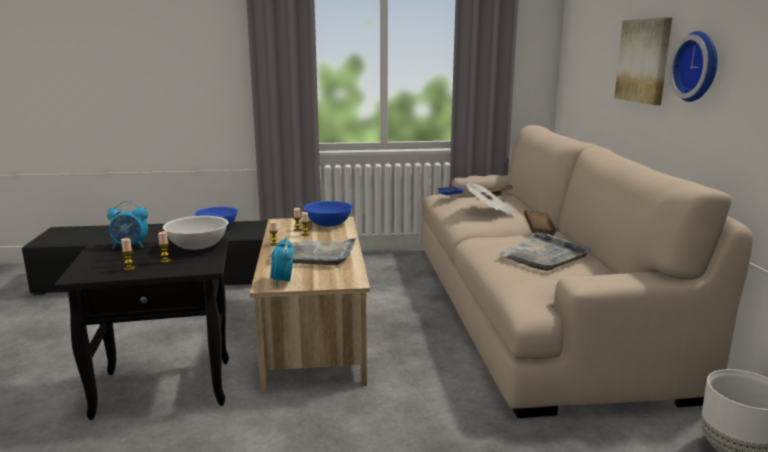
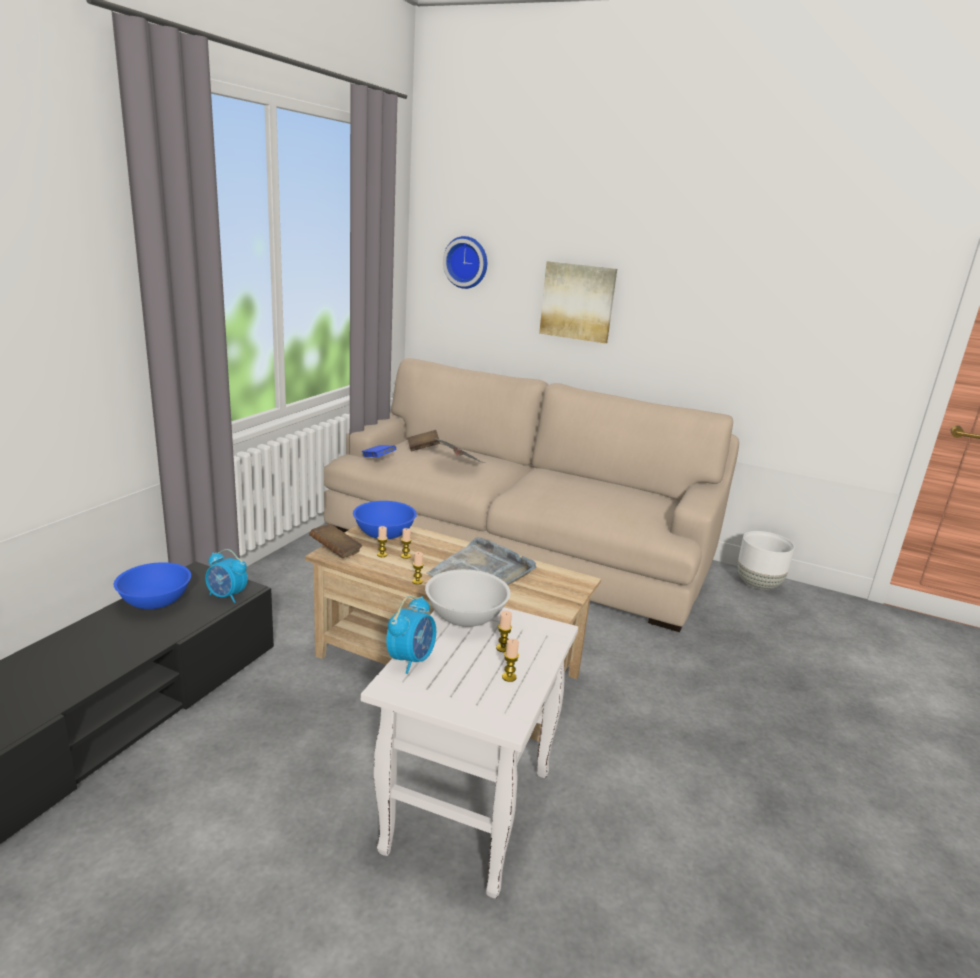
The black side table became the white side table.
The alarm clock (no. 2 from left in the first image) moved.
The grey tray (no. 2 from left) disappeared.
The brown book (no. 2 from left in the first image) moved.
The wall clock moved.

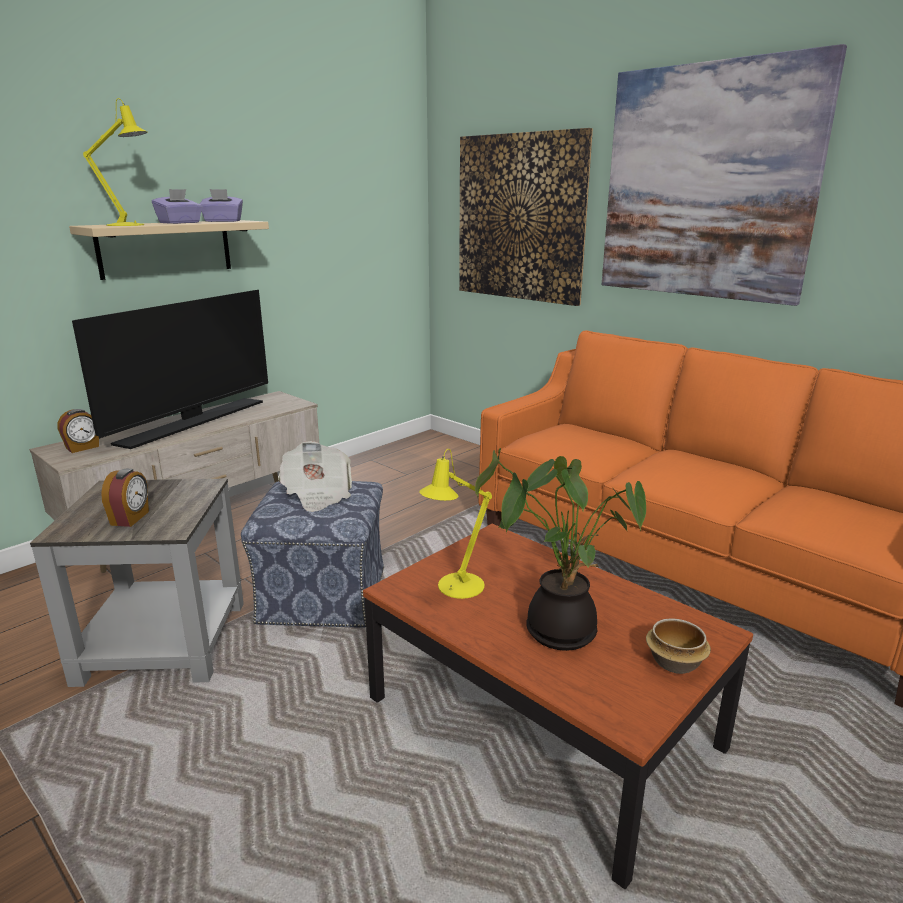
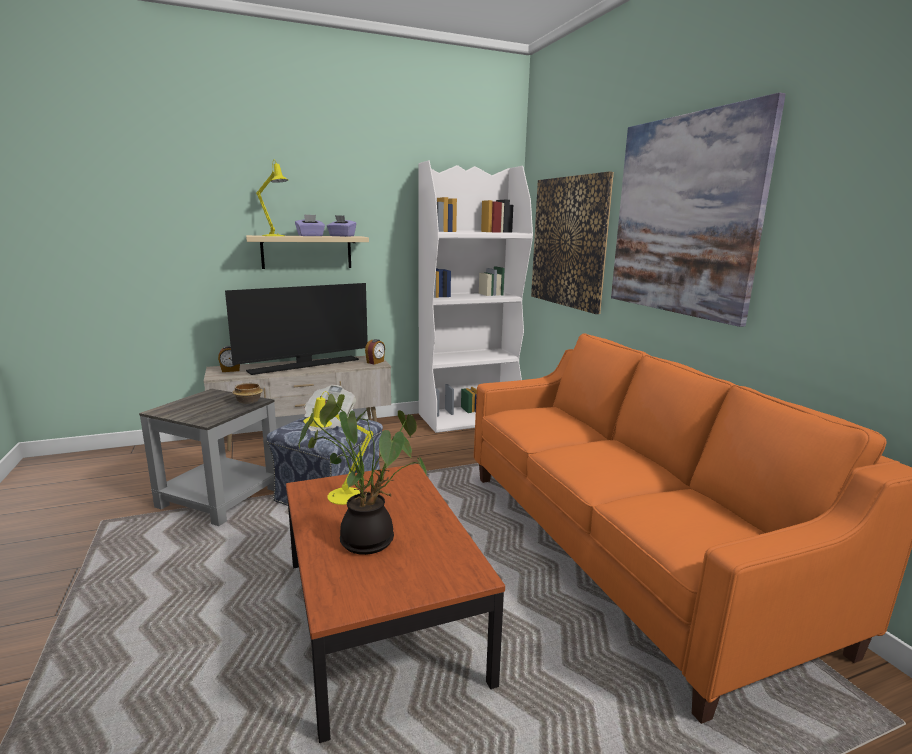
The alarm clock (no. 2 from left) moved.
The bowl moved.
The white bookcase appeared.

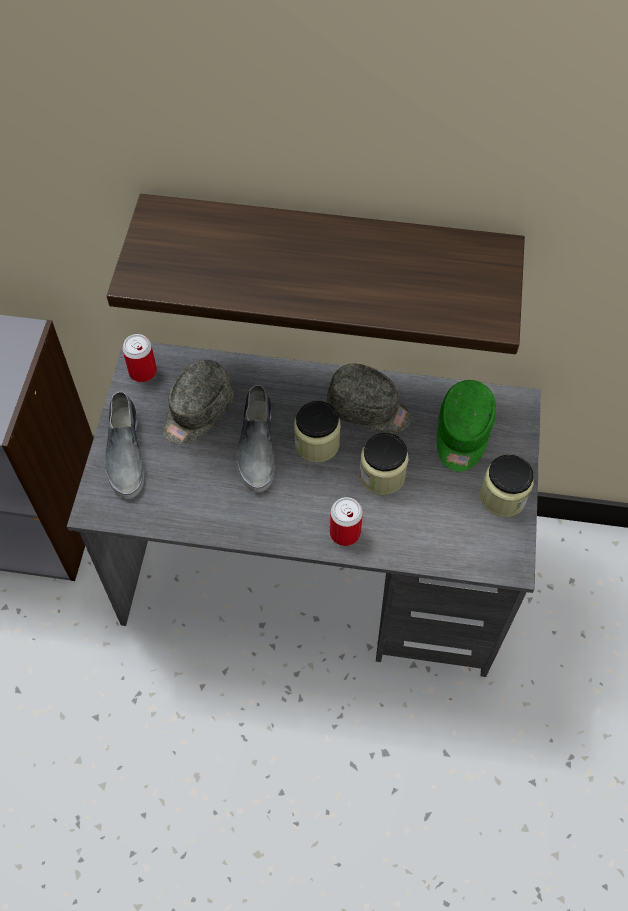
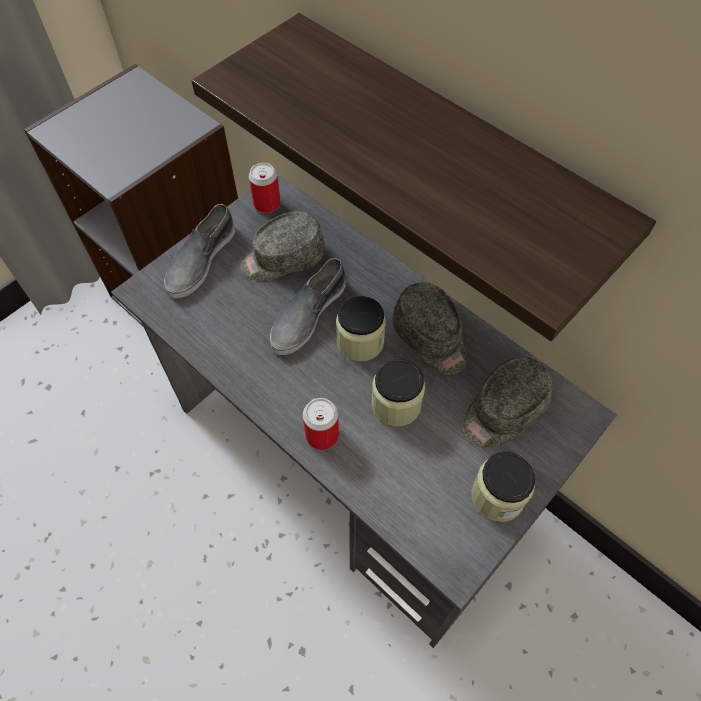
The green cap became the grey cap (no. 3 from left).

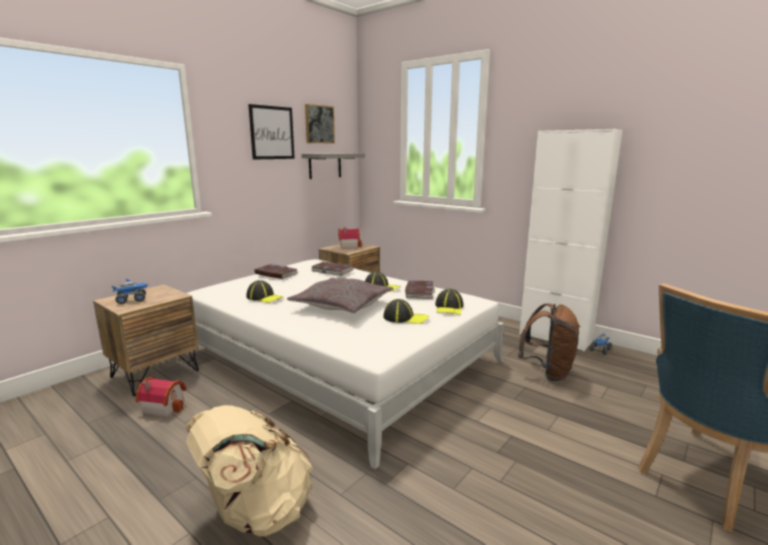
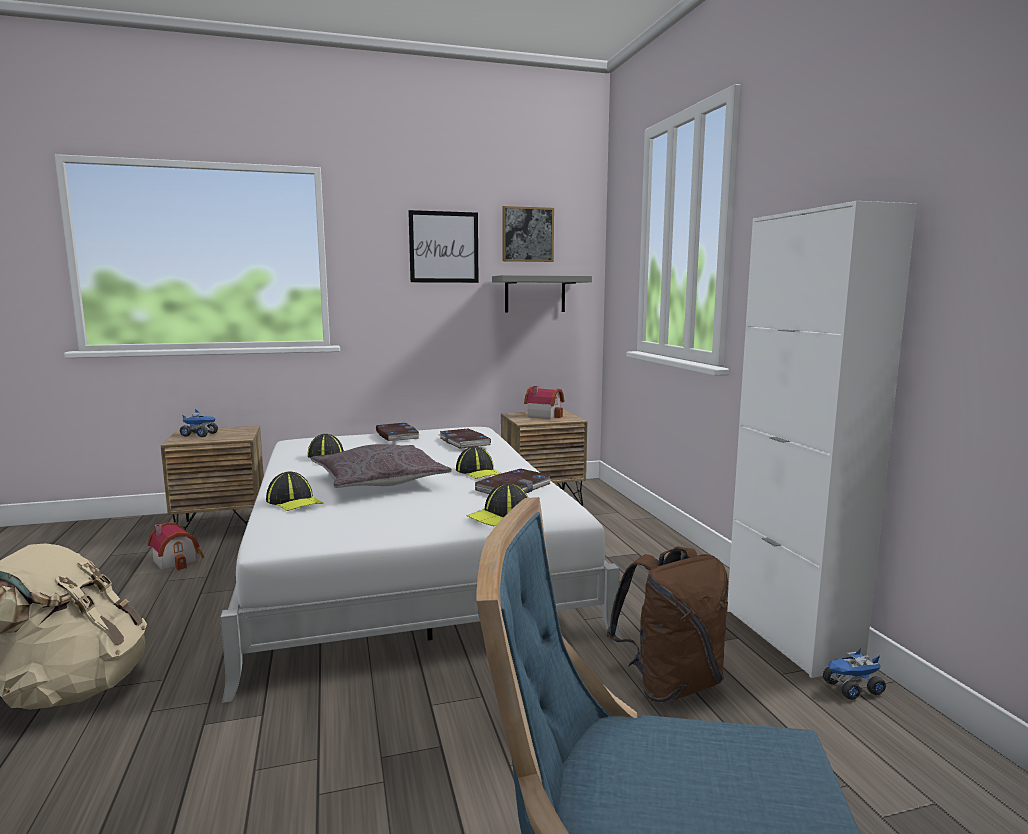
The cap (no. 3 from left in the first image) moved.

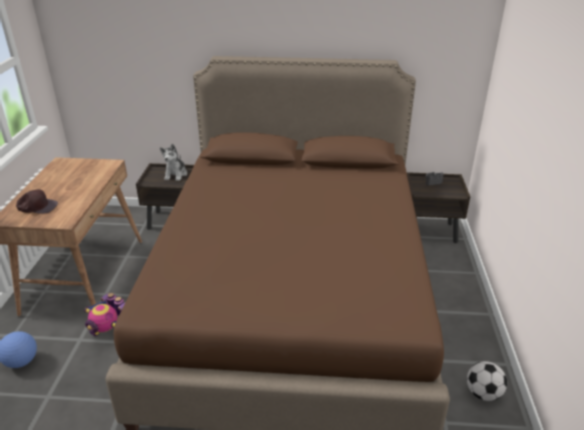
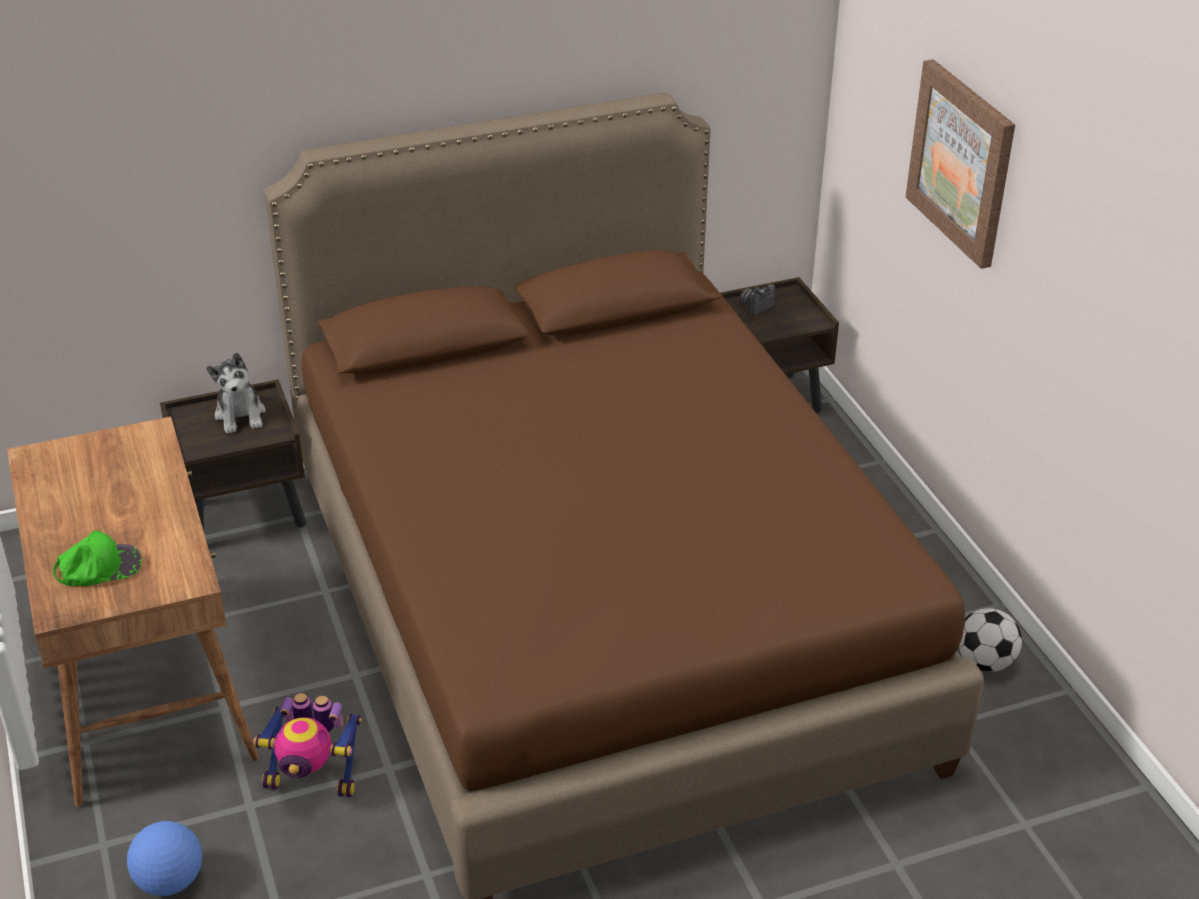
The brown cap became the green cap.
The picture appeared.

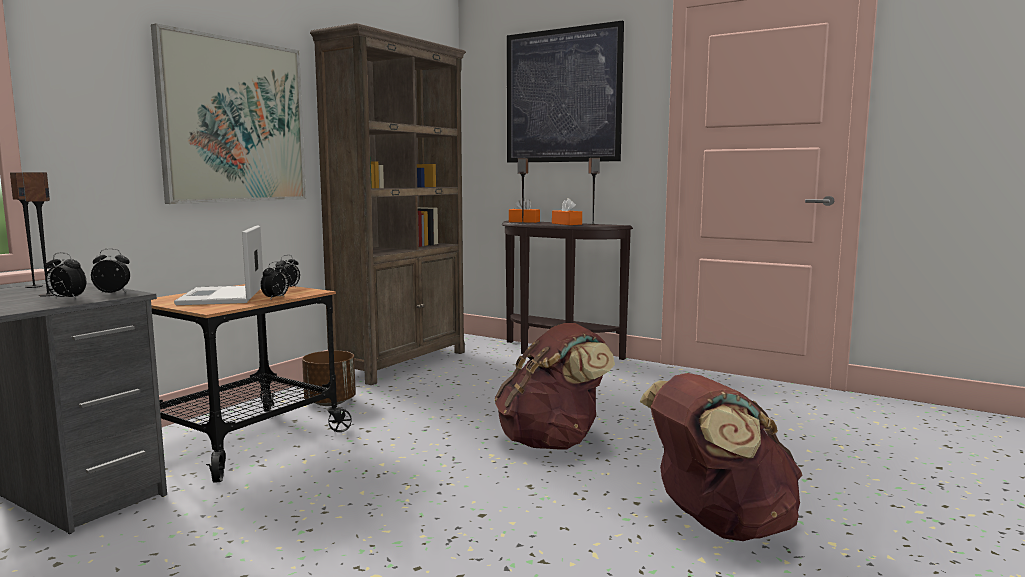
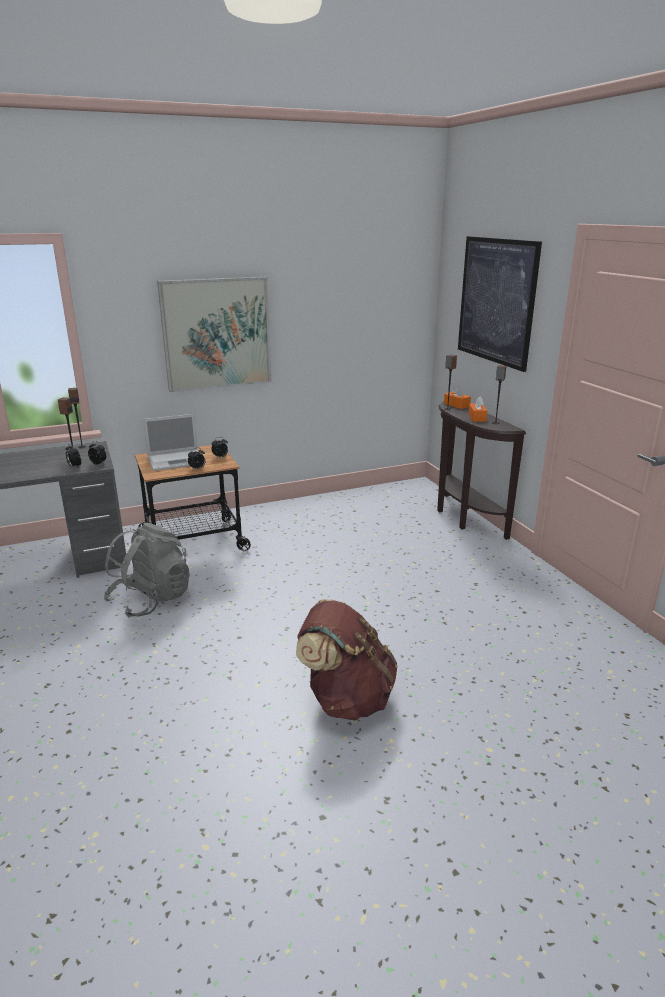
The laptop turned 135 degrees counterclockwise.
The brown planter disappeared.
The brown bookcase disappeared.
The brown backpack (no. 1 from left) disappeared.
The grey backpack appeared.

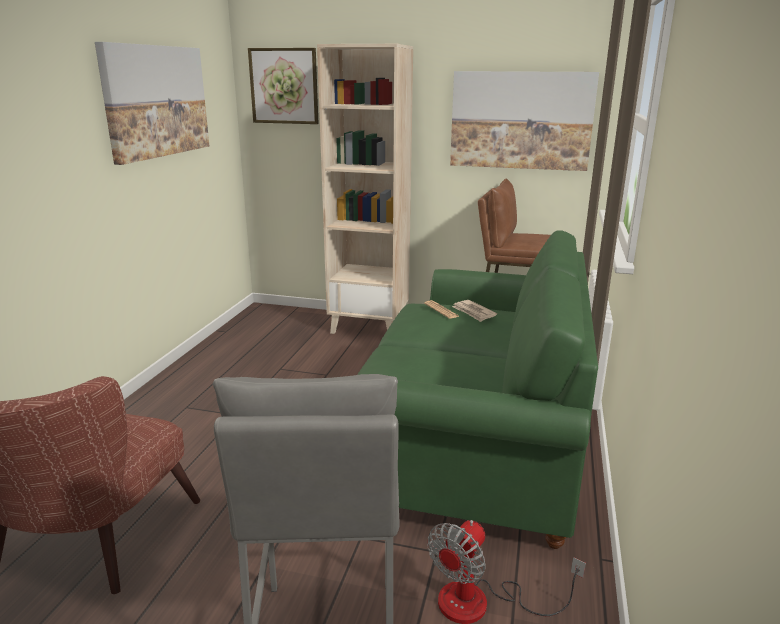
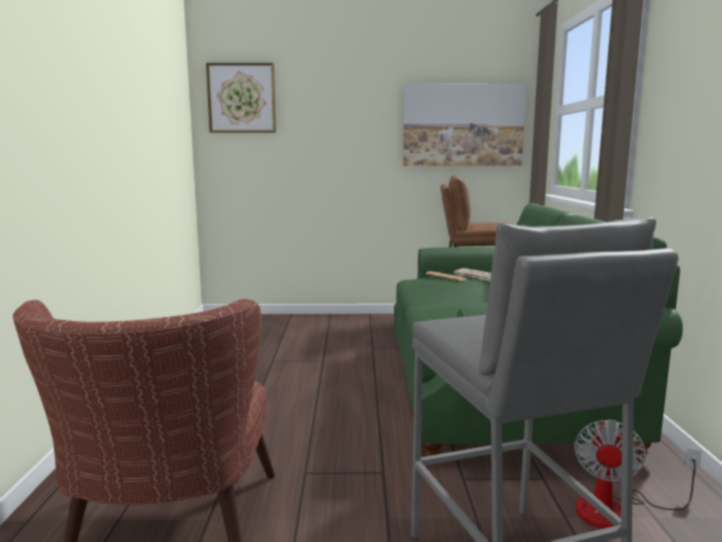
The picture (no. 1 from left) disappeared.
The beige bookcase disappeared.

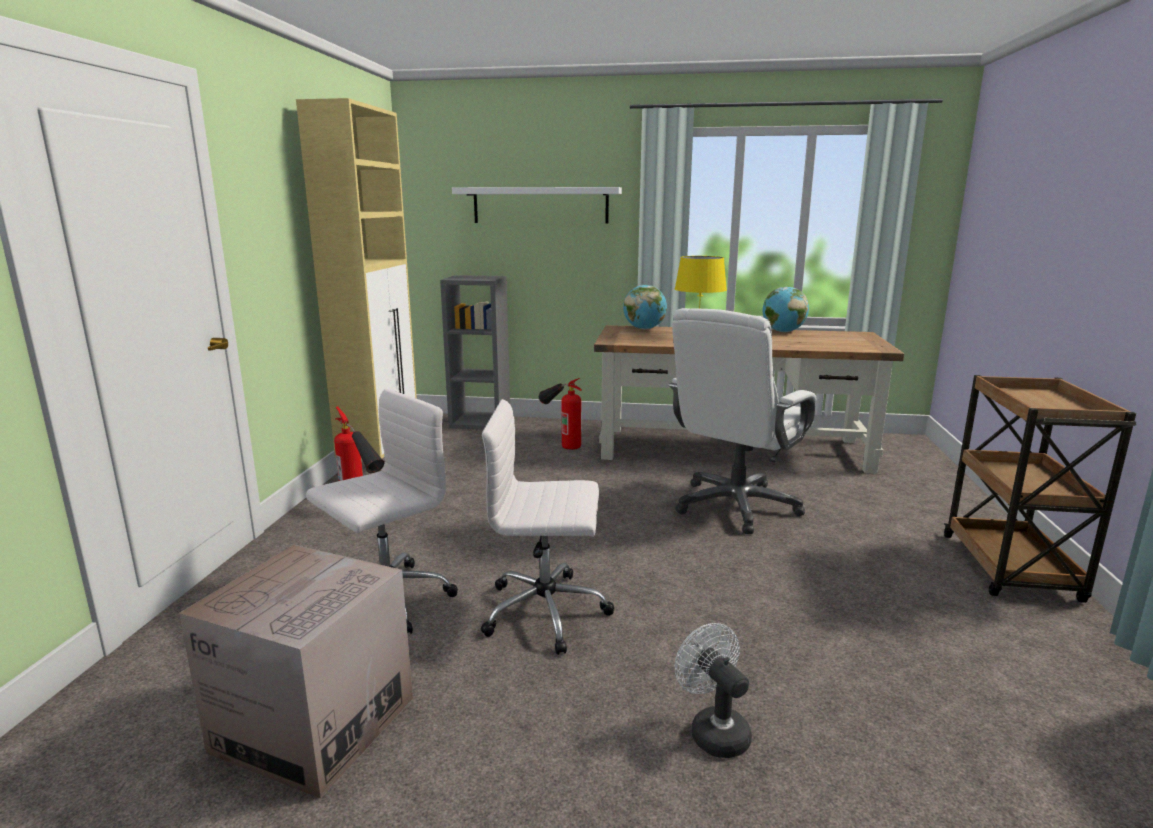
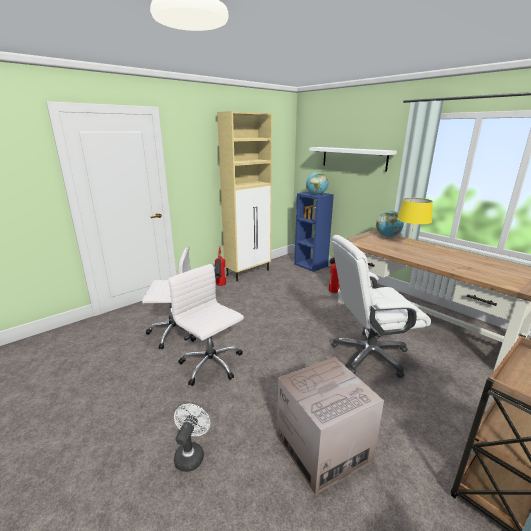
The cardboard box moved.
The grey bookcase became the blue bookcase.
The globe (no. 2 from left in the first image) moved.

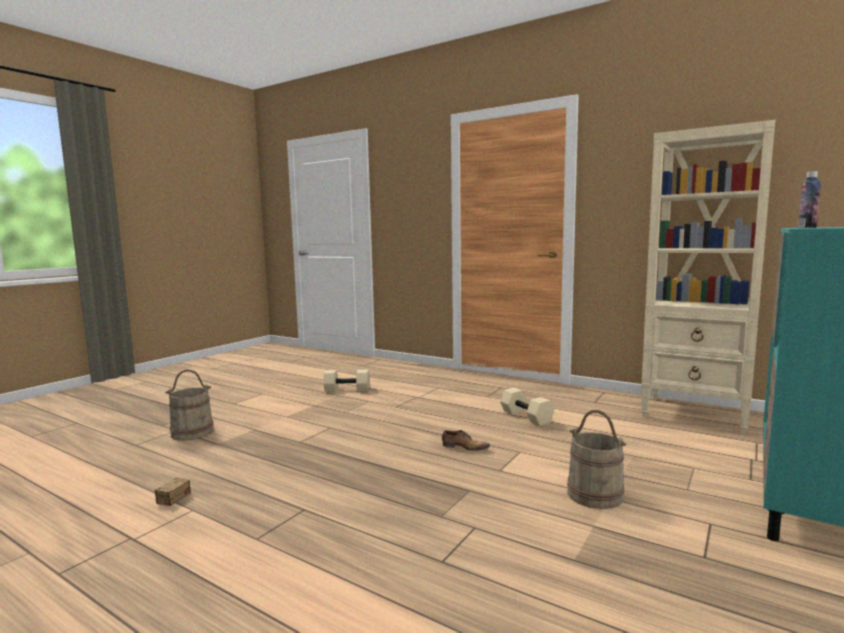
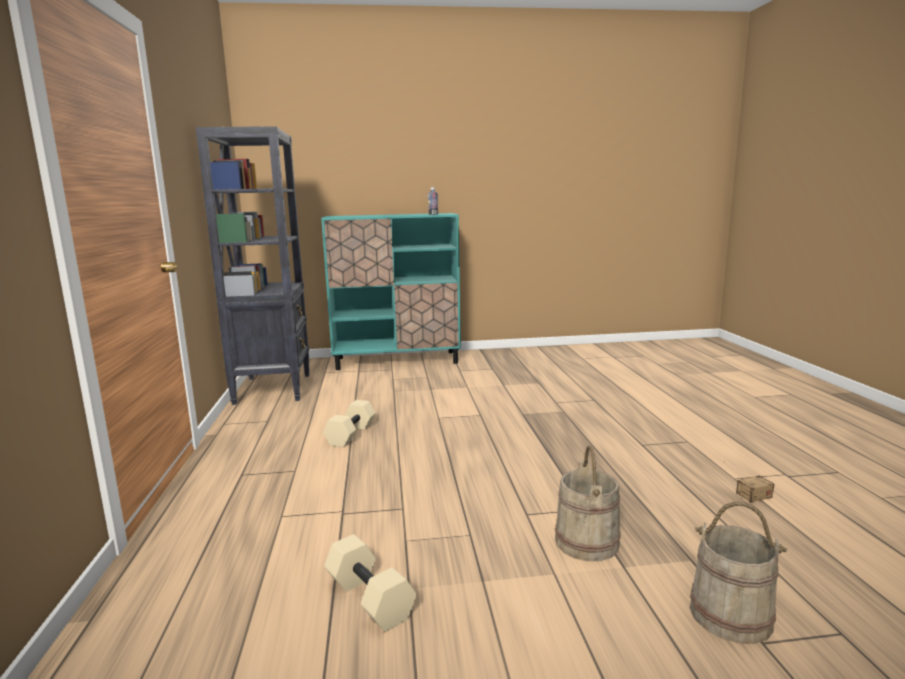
The shoe disappeared.
The beige bucket (no. 2 from left in the first image) moved.
The beige bookcase became the black bookcase.

